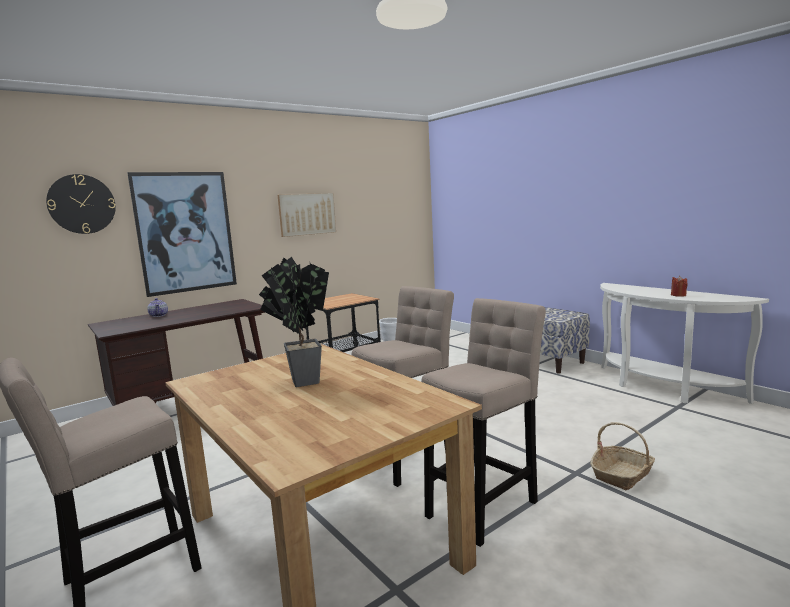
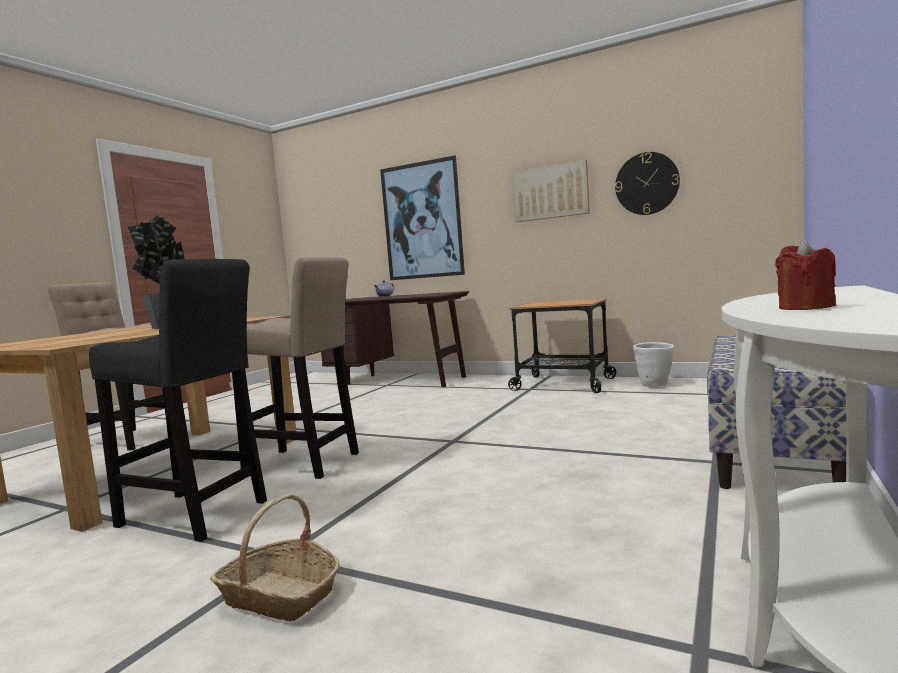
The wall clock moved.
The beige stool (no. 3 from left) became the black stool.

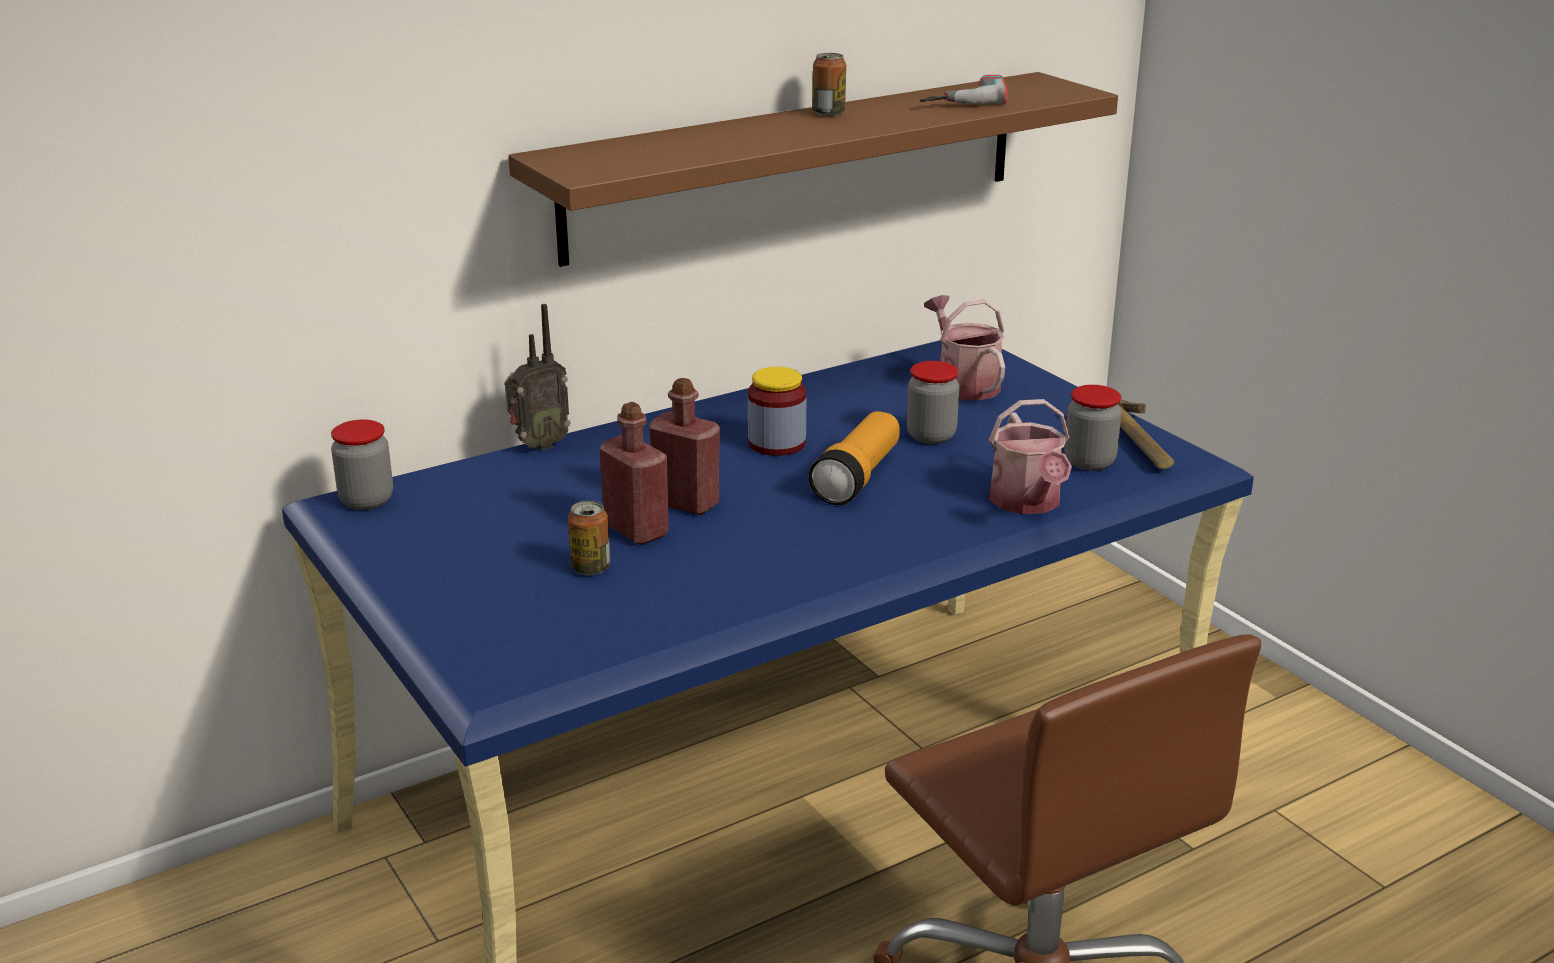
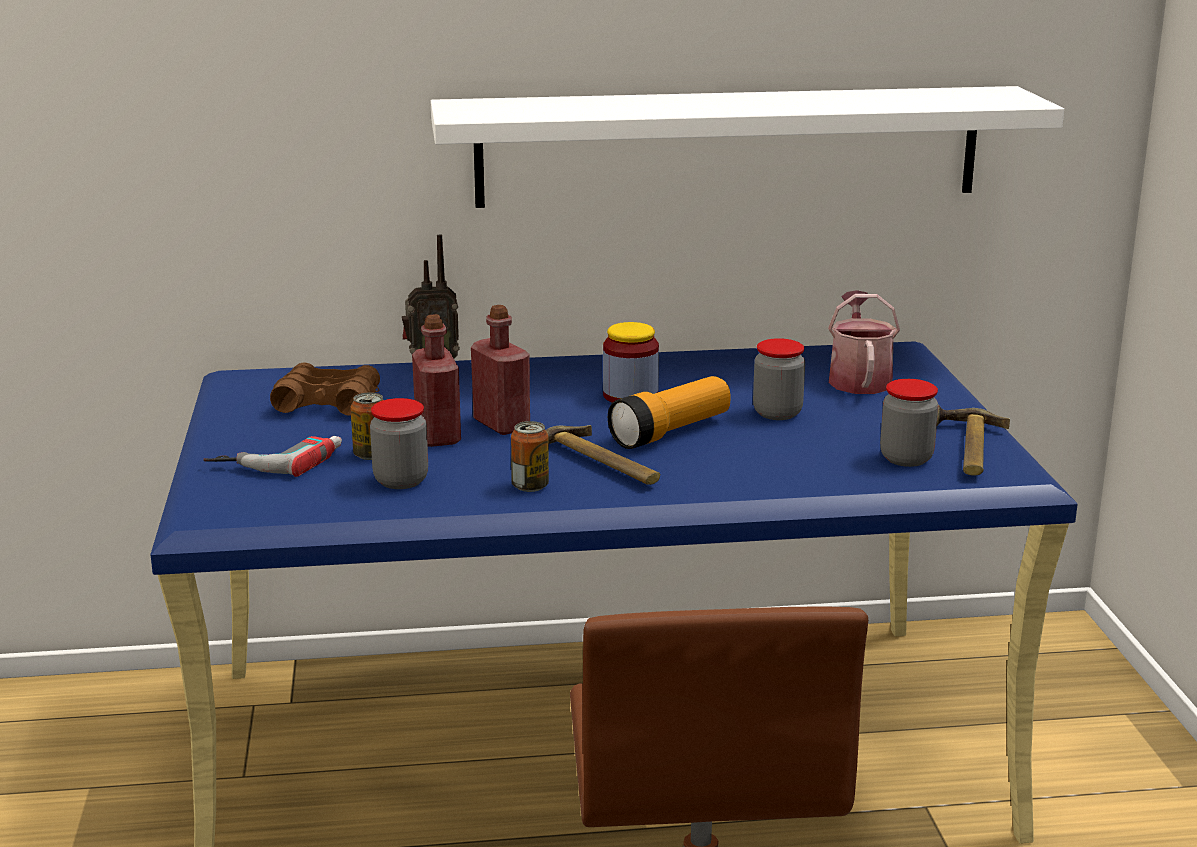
The jar (no. 1 from left) moved.
The brown shelf became the white shelf.
The can (no. 2 from left) moved.
The power drill moved.
The watering can (no. 2 from left) disappeared.
The brown binoculars appeared.
The hammer (no. 1 from left) appeared.

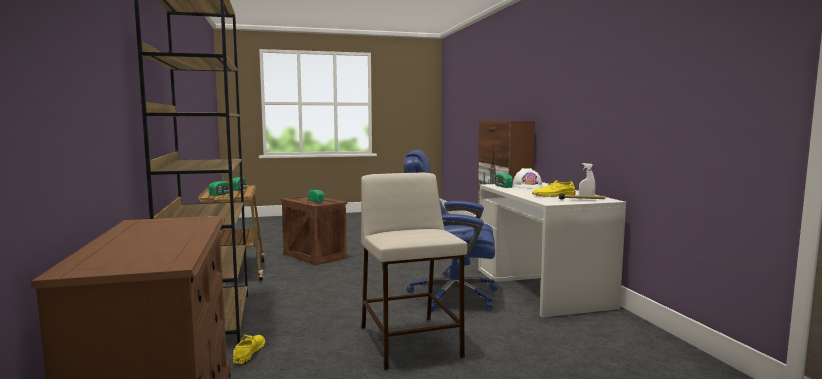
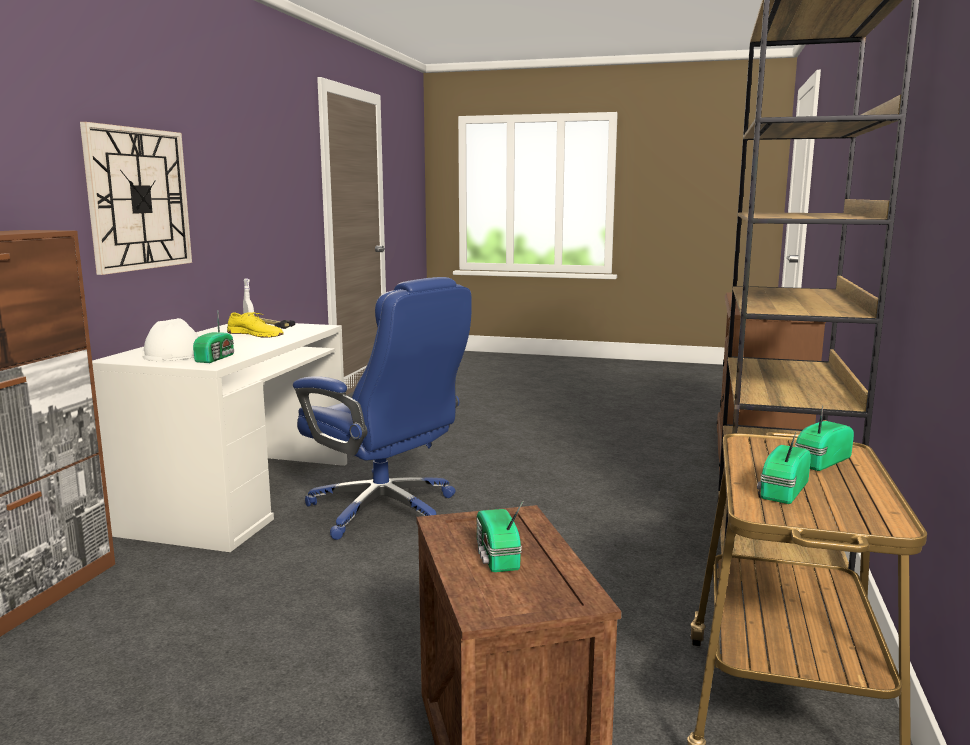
The yellow shoe (no. 1 from left) disappeared.
The beige stool disappeared.
The wall clock appeared.

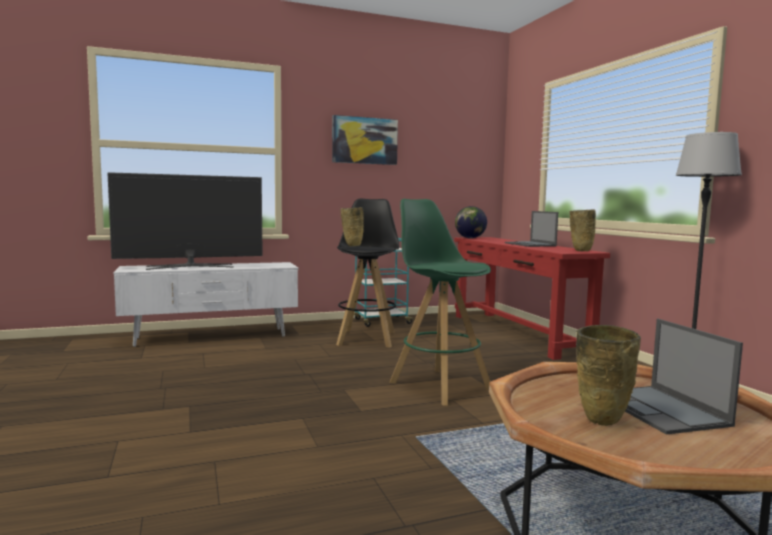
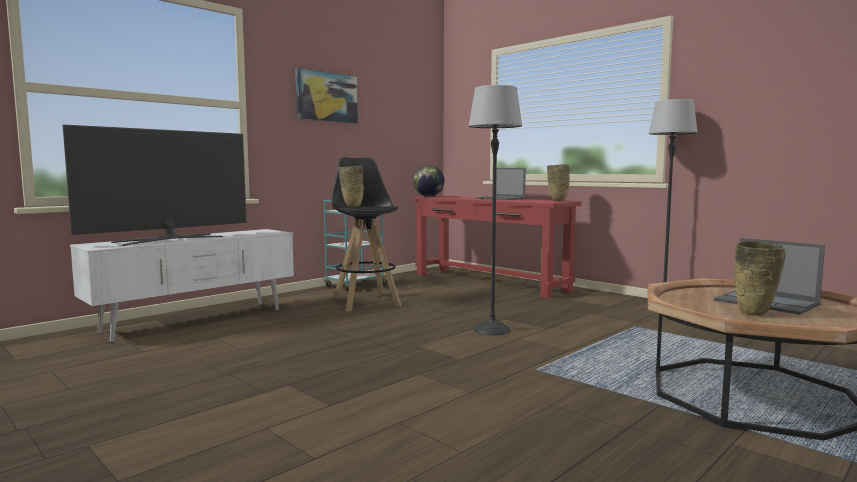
The green stool was replaced by the floor lamp (no. 1 from left).

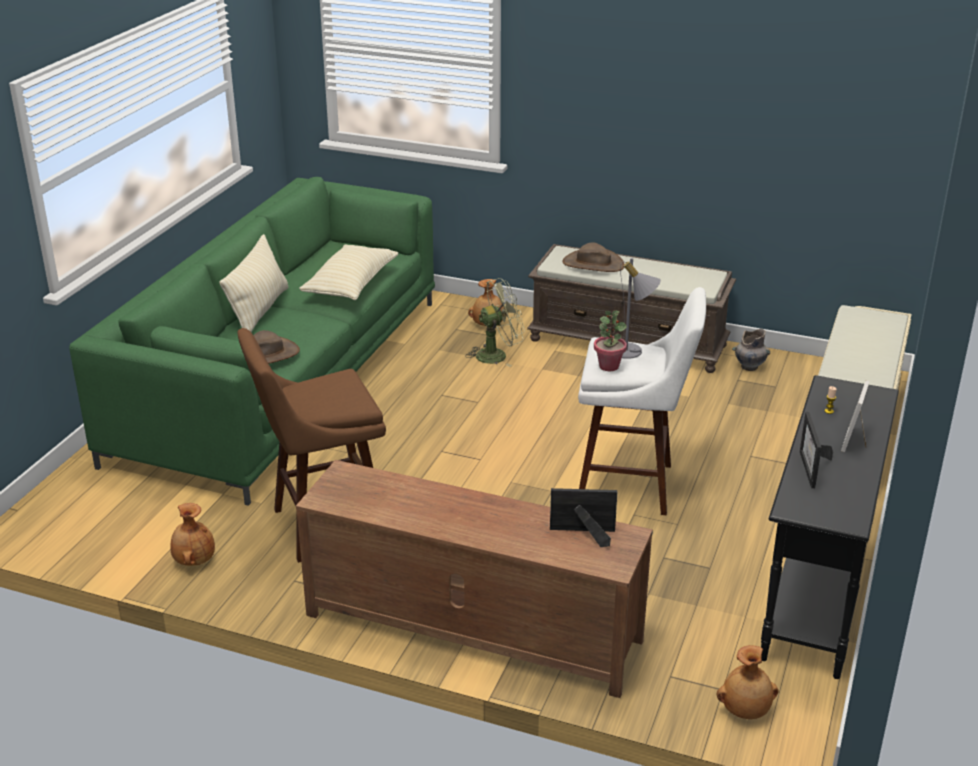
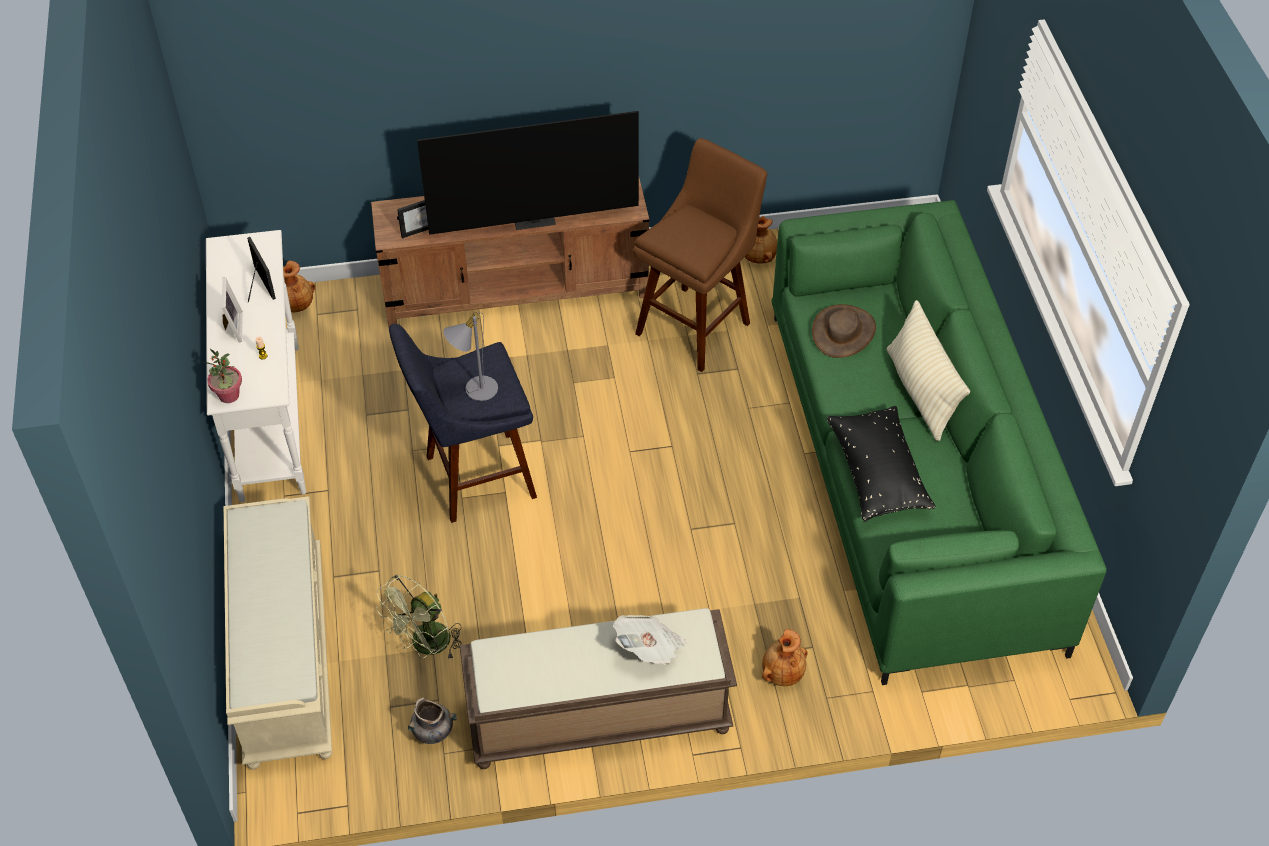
The beige pillow (no. 2 from left) became the black pillow.
The green fan moved.
The brown hat (no. 2 from left) was replaced by the newspaper.
The white stool became the blue stool.
The potted plant moved.
The black console table became the white console table.
The television appeared.

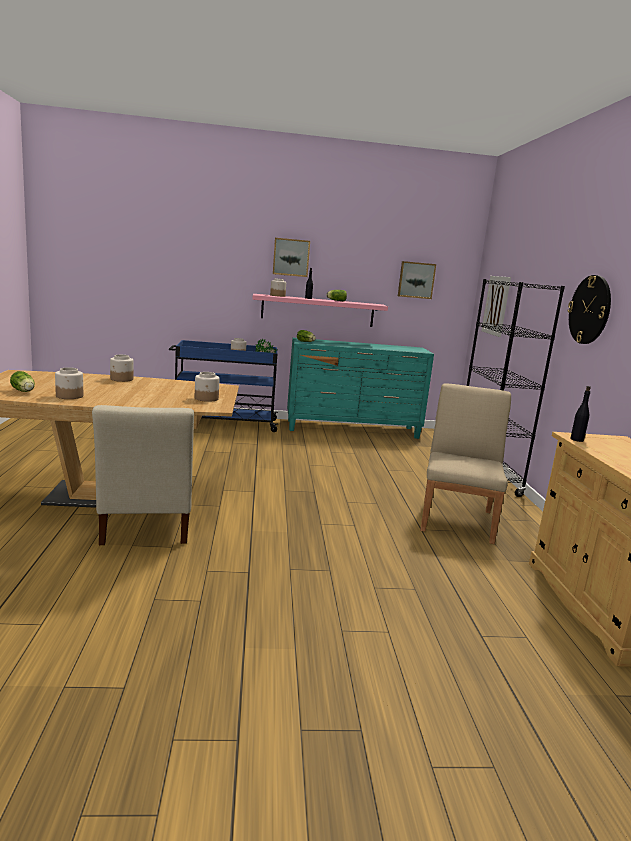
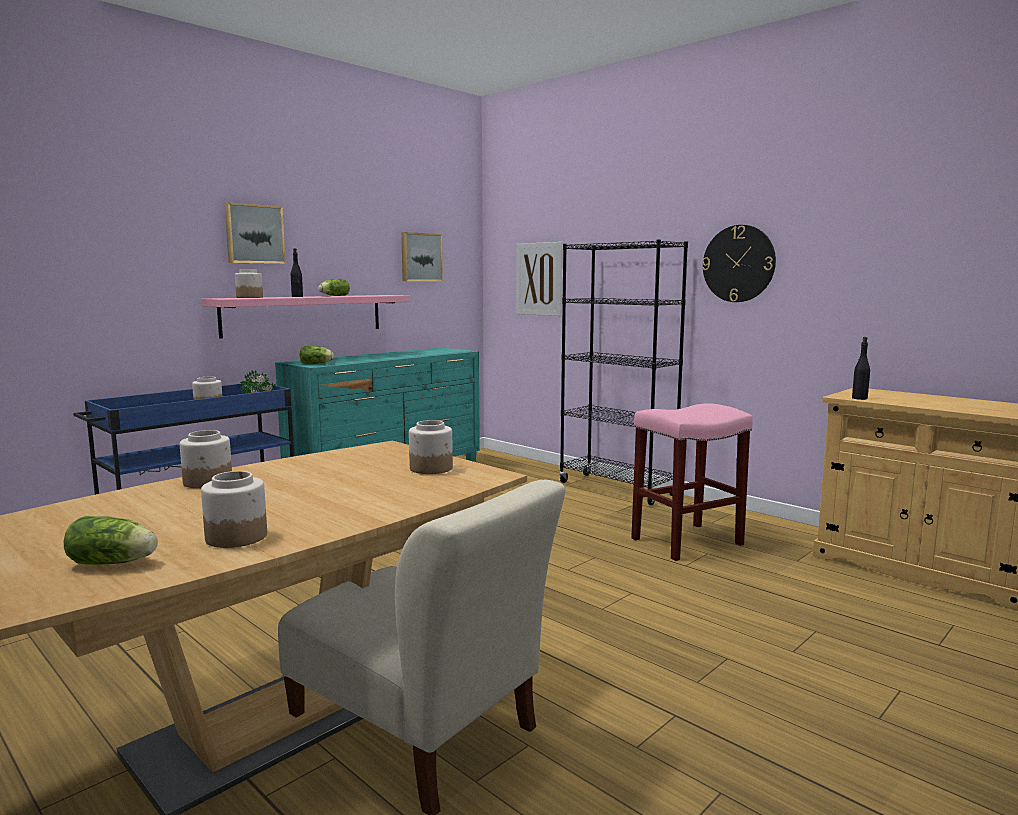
The beige chair (no. 2 from left) was replaced by the pink stool.

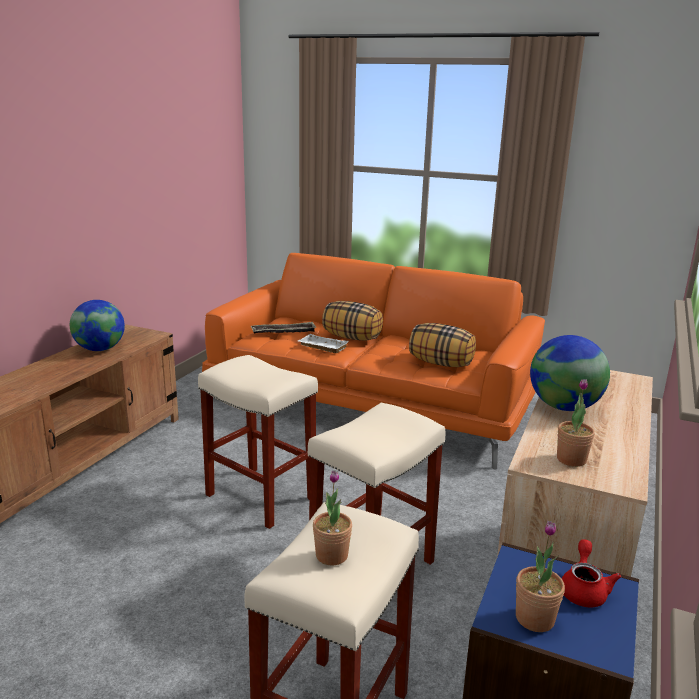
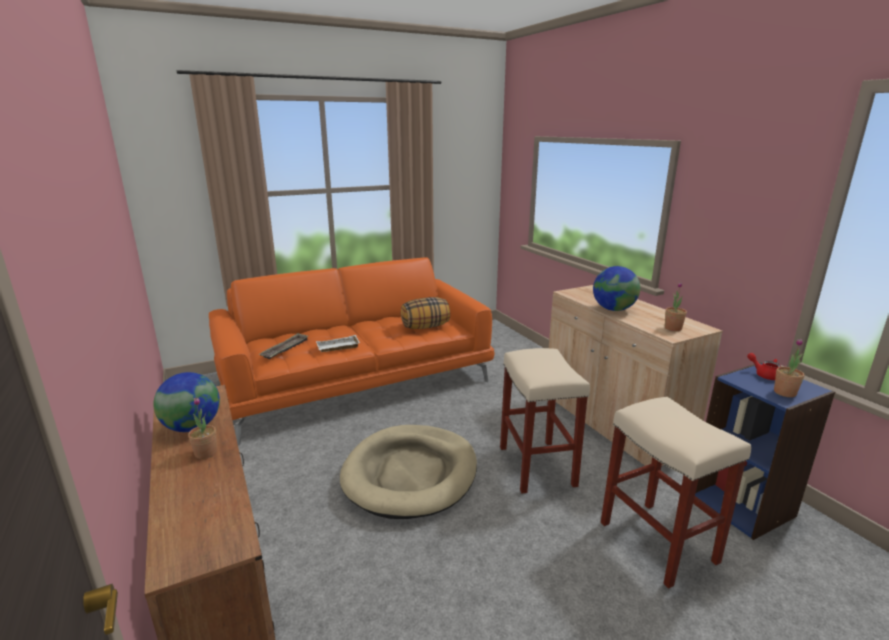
The beige stool (no. 1 from left) was replaced by the beige dog bed.
The potted plant (no. 1 from left) moved.
The pillow (no. 1 from left) disappeared.

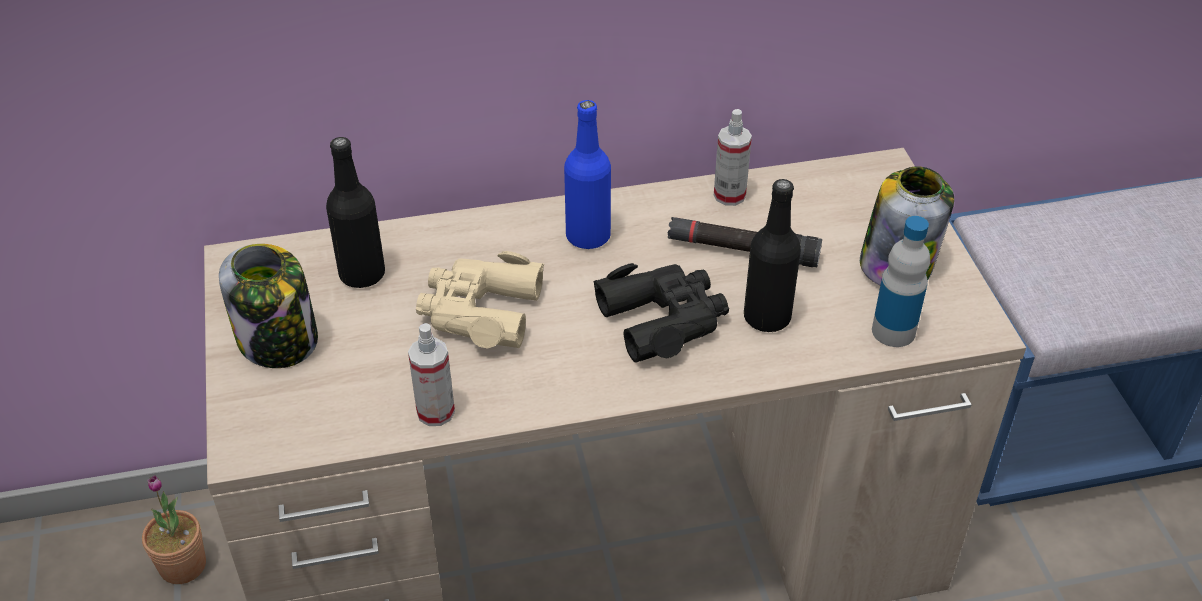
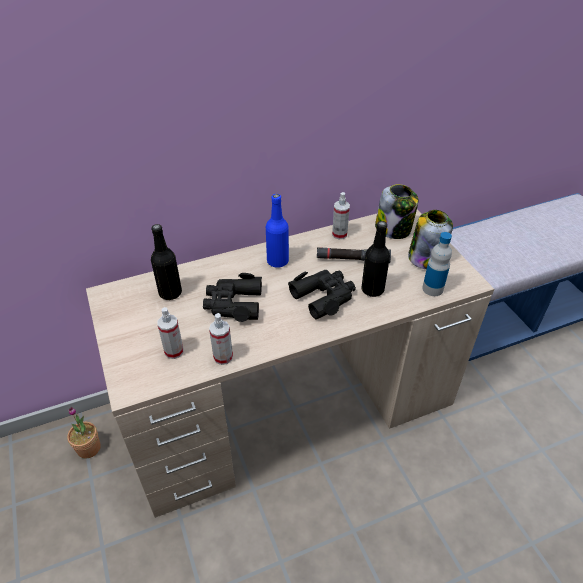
The jar (no. 1 from left) moved.
The beige binoculars became the black binoculars (no. 1 from left).
The spray bottle (no. 1 from left) appeared.

